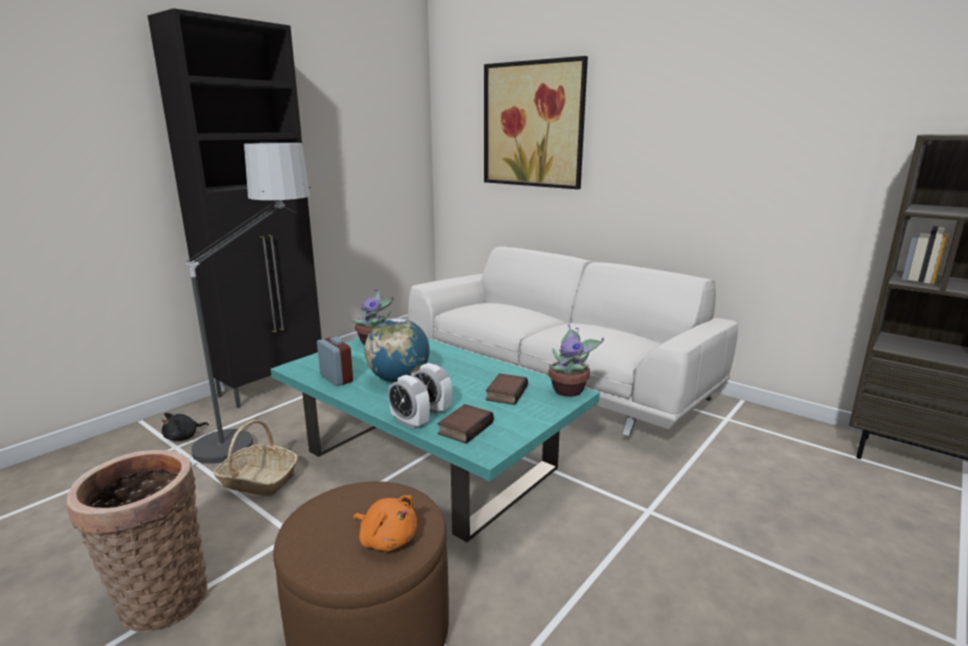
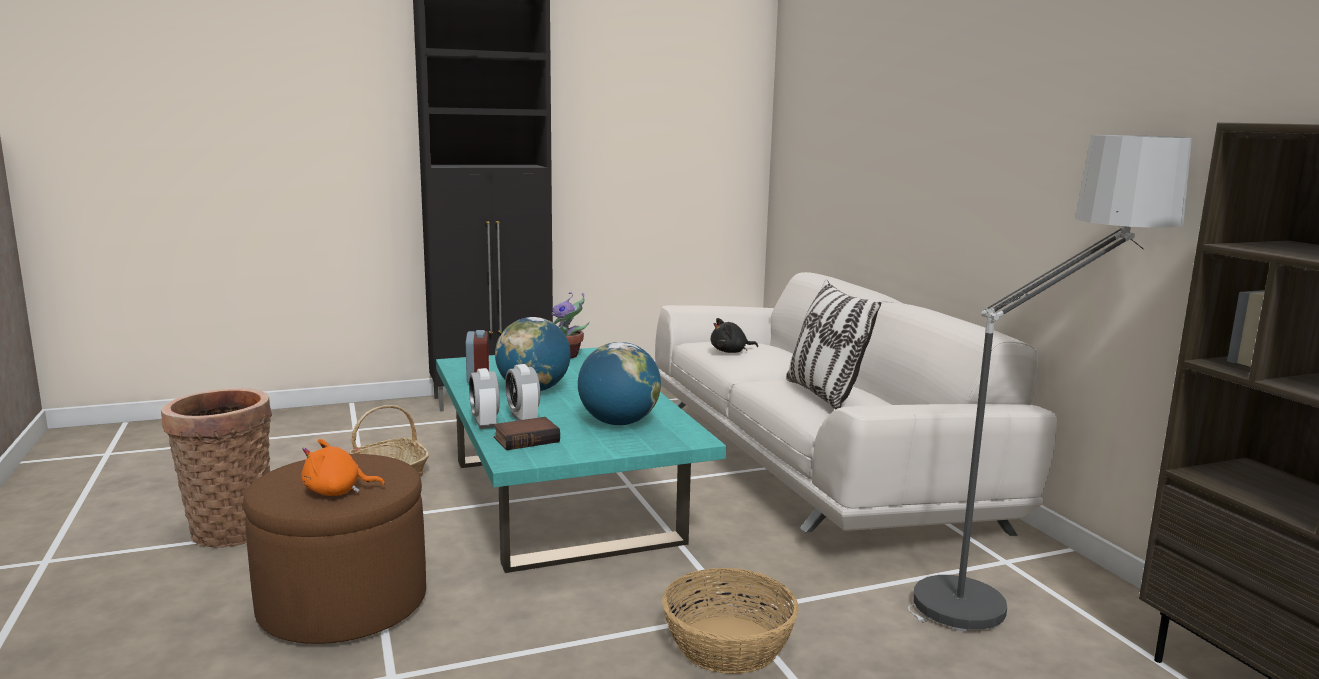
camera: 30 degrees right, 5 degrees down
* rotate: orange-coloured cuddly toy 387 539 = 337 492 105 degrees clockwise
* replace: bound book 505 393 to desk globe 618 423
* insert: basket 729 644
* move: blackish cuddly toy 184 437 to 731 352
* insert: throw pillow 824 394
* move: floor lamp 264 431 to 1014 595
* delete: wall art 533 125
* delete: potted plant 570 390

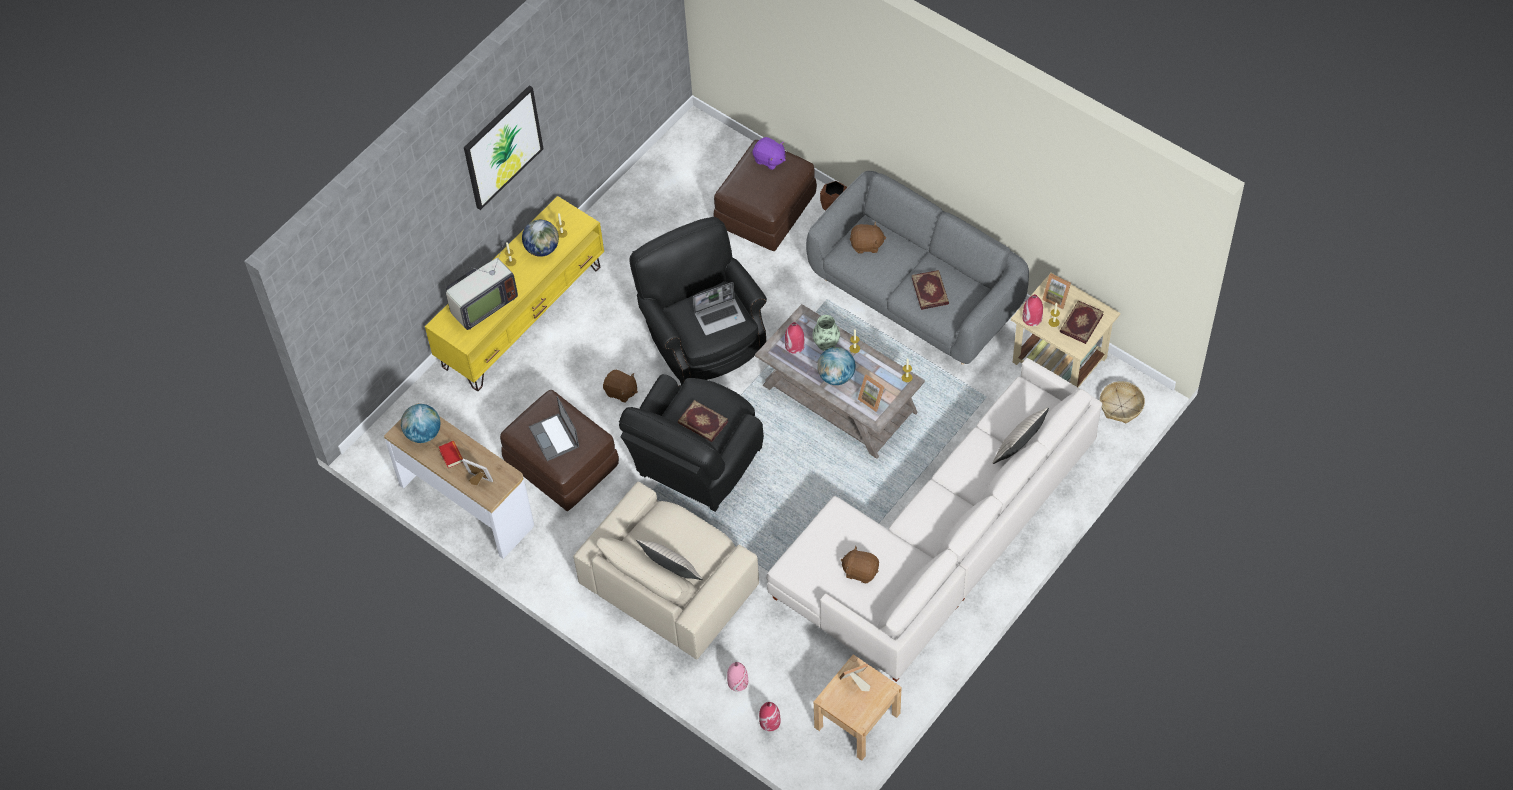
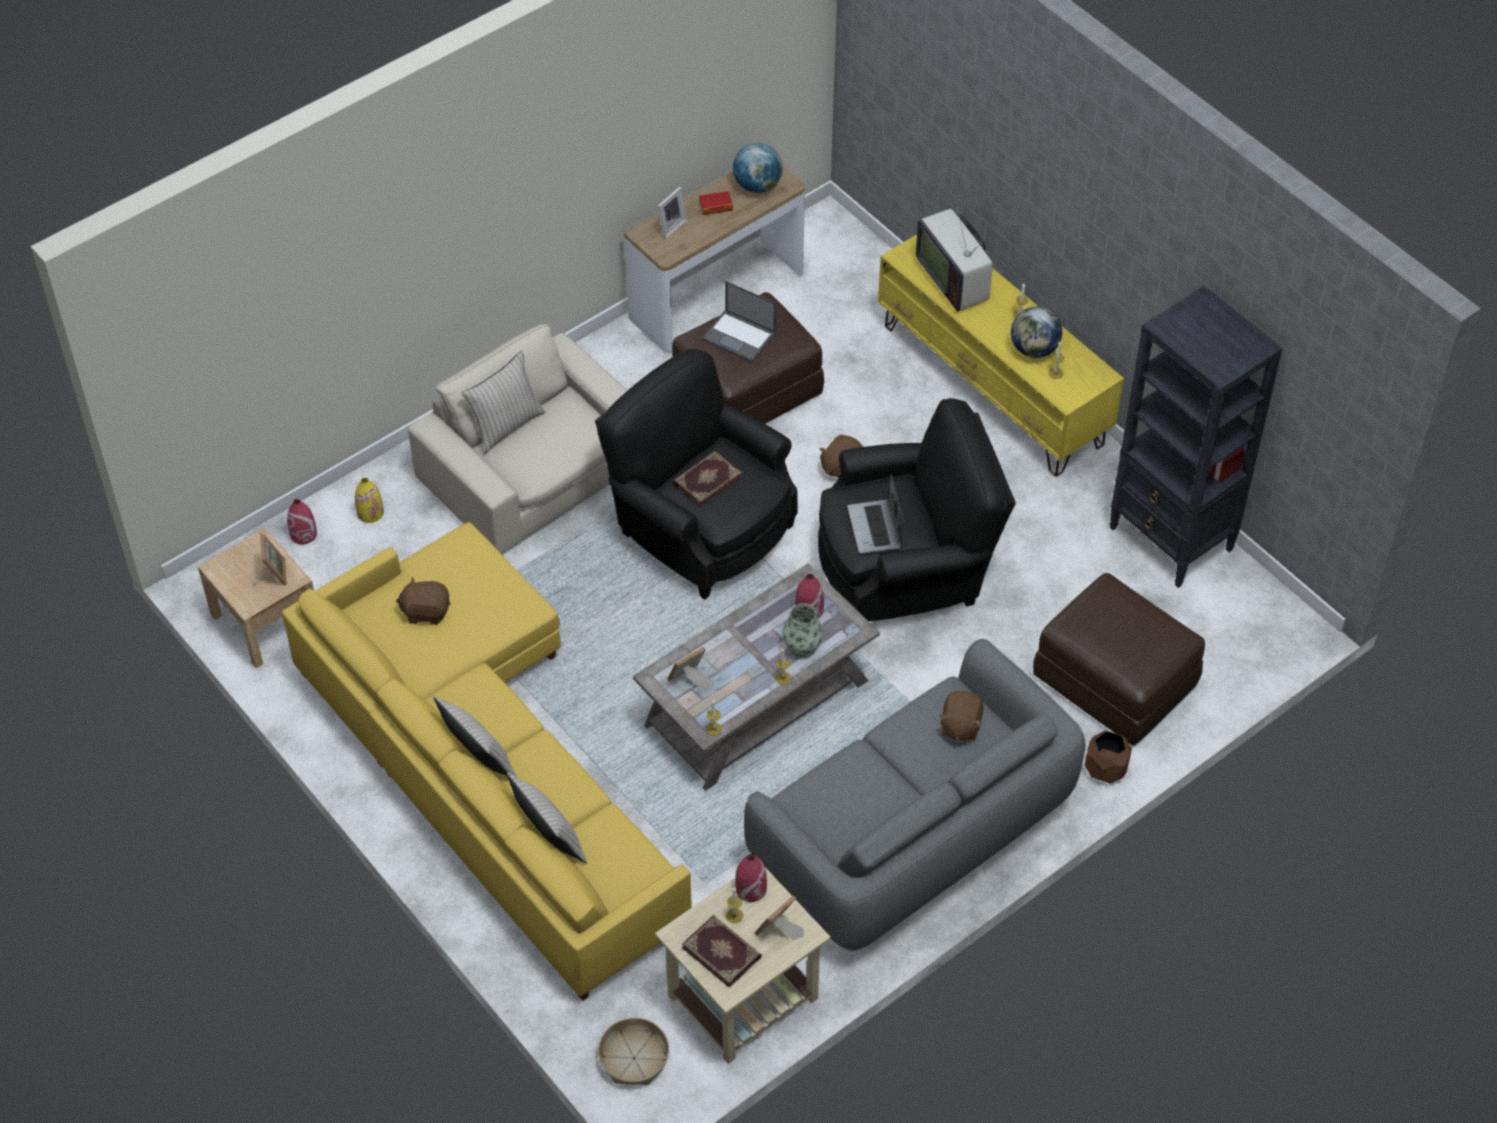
camera: 100 degrees right, 5 degrees down
* recolor: white-coloured sofa 938 543 to yellow-coloured sofa 486 766
* recolor: pink decorative vase 737 682 to yellow-coloured decorative vase 370 512
* rotate: brown-coloured cuddly toy 860 571 = 426 611 120 degrees counterclockwise
* insert: beige-coloured throw pillow 479 760
* rotate: laptop 554 437 = 740 336 135 degrees counterclockwise
* insert: blackish bookcase 1171 540
* delete: wall art 502 147
* delete: purple-coloured cuddly toy 769 160
* delete: desk globe 836 376
* delete: bound book 930 291

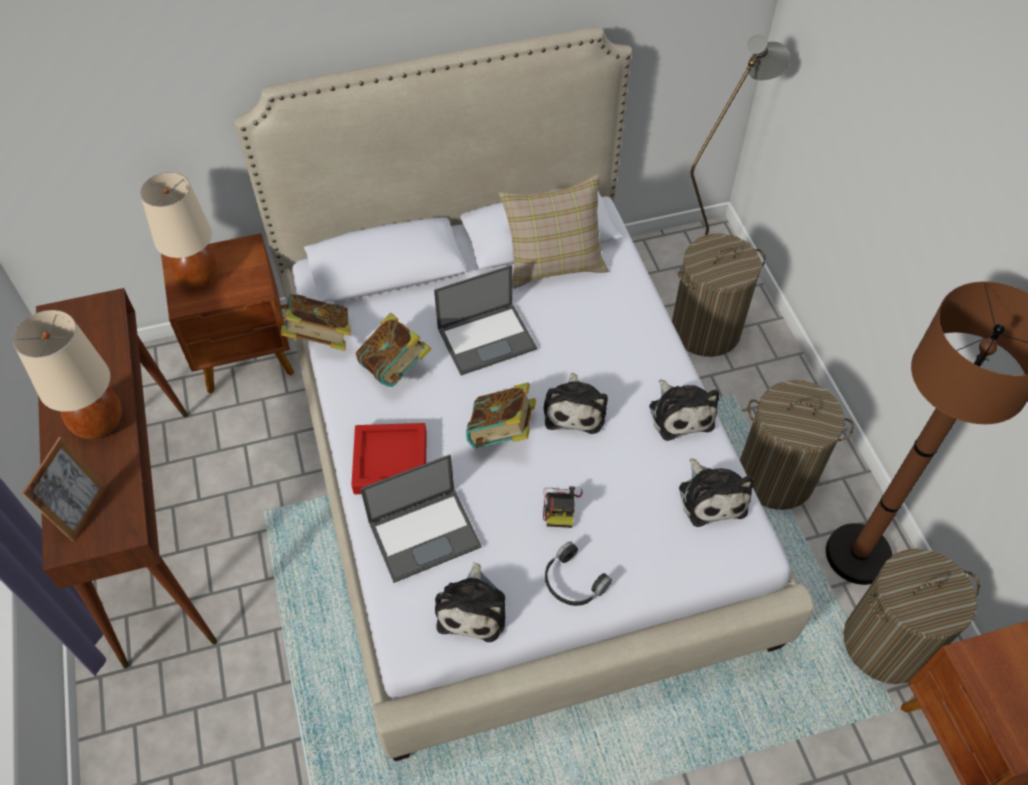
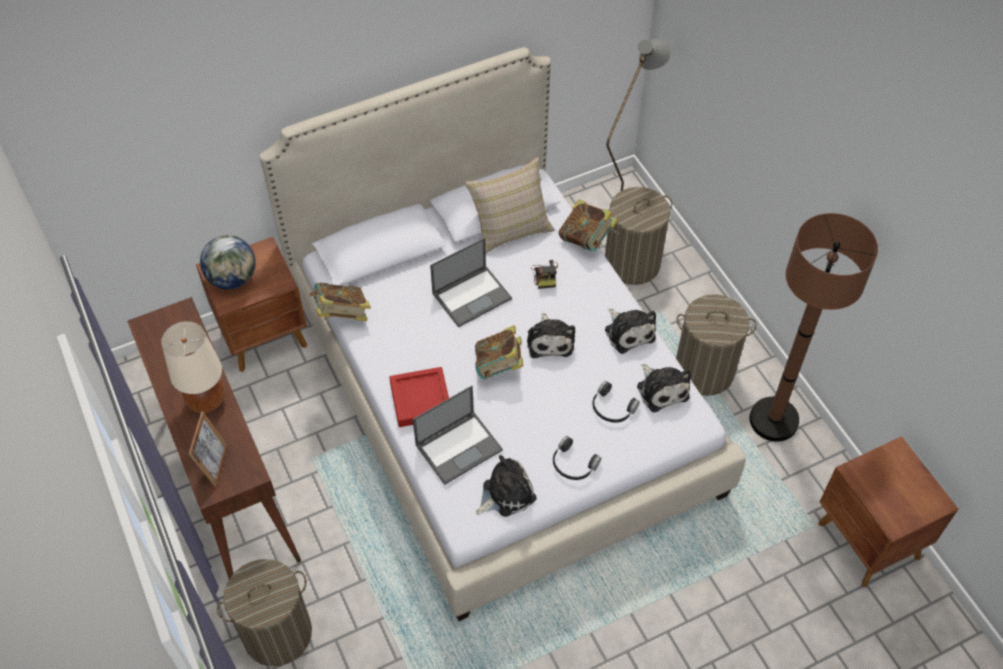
camera: 10 degrees left, 0 degrees up
* replace: beige-coloured tabletop lamp 199 277 to desk globe 233 279
* move: washing basket 886 643 to 277 633
* rotate: cuddly toy 473 608 = 505 493 120 degrees counterclockwise
* move: still camera 561 506 to 545 275
* move: bound book 395 368 to 586 239
* insert: blackish headphones 612 408

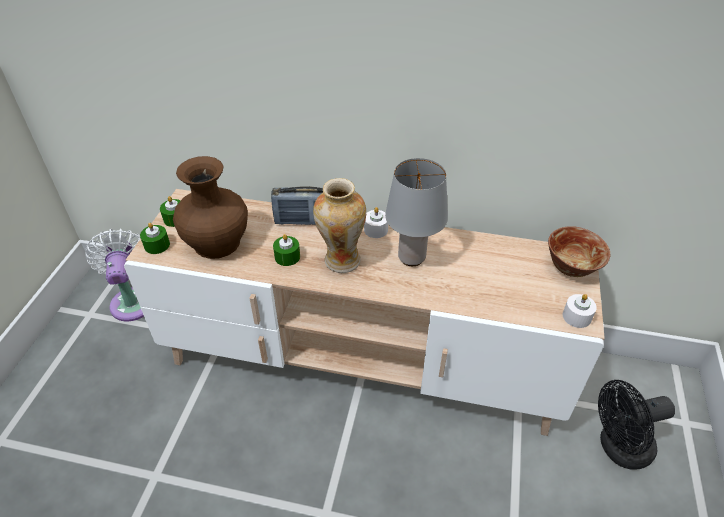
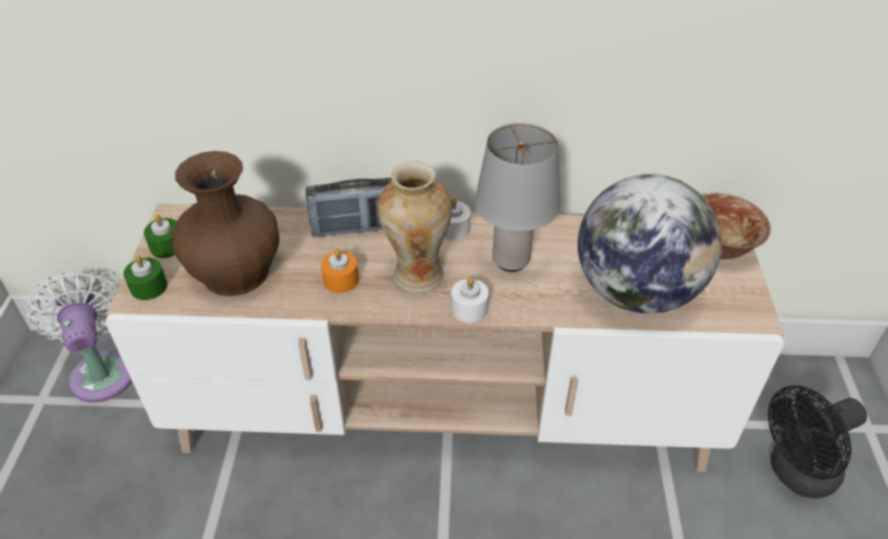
camera: 10 degrees left, 0 degrees up
* recolor: green-coloured wax candle 287 257 to orange-coloured wax candle 341 280
* move: white-coloured wax candle 576 316 to 469 308
* insert: desk globe 636 291

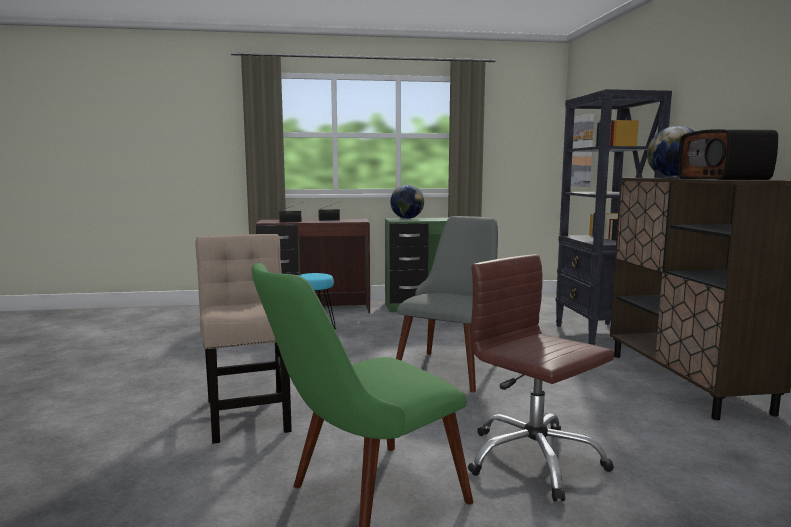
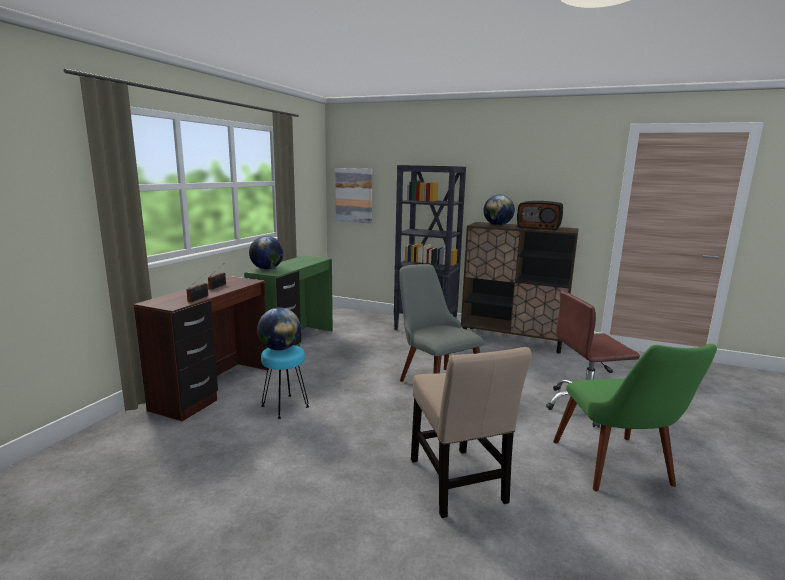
camera: 60 degrees left, 5 degrees up
* insert: desk globe 280 348
* rotate: beige-coloured chair 248 412 = 458 484 120 degrees counterclockwise

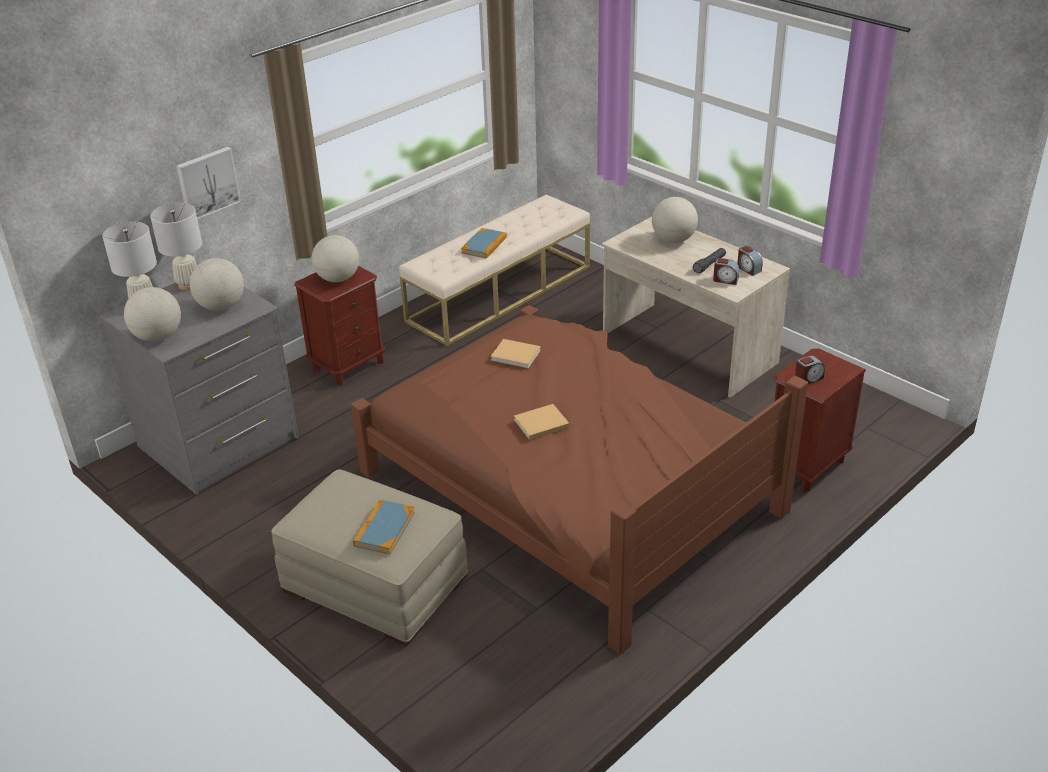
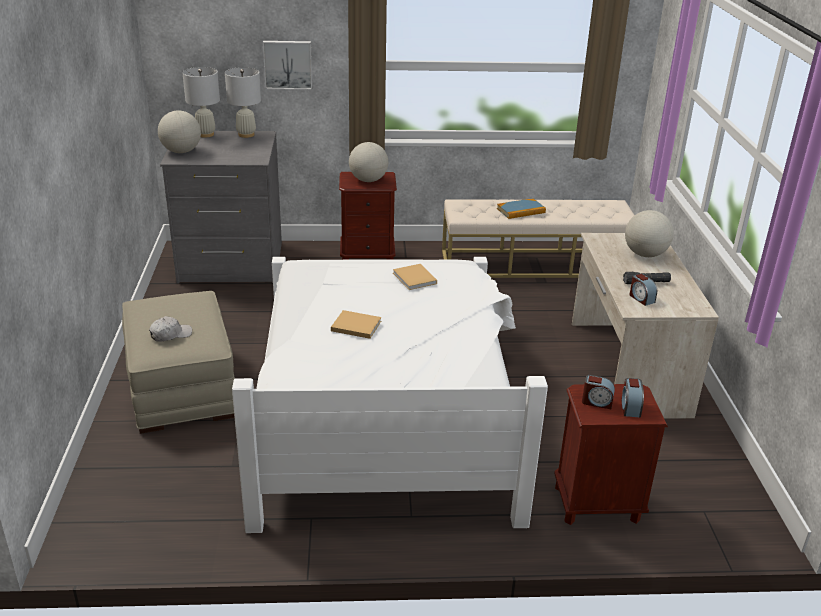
camera: 40 degrees right, 5 degrees down
* replace: bound book 384 529 to white-coloured cap 170 334
* recolor: brown-coloured bed 568 489 to white-coloured bed 385 407
* move: table clock 748 269 to 630 407
* delete: desk globe 221 306

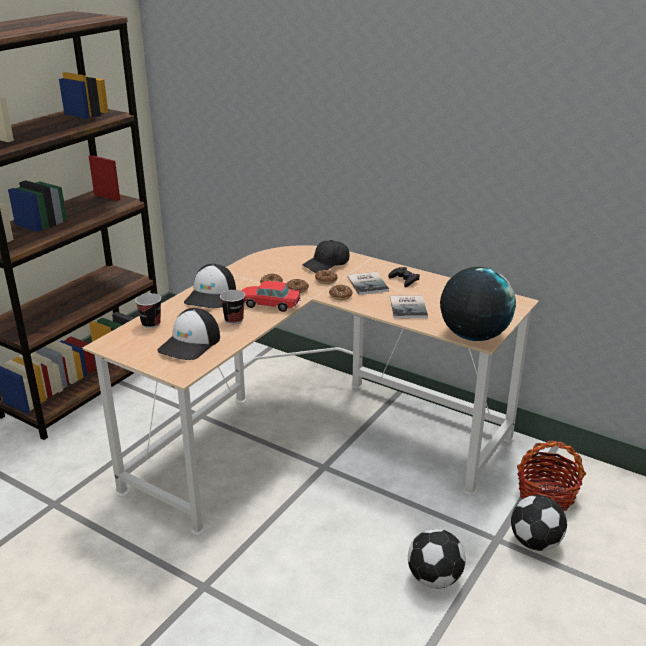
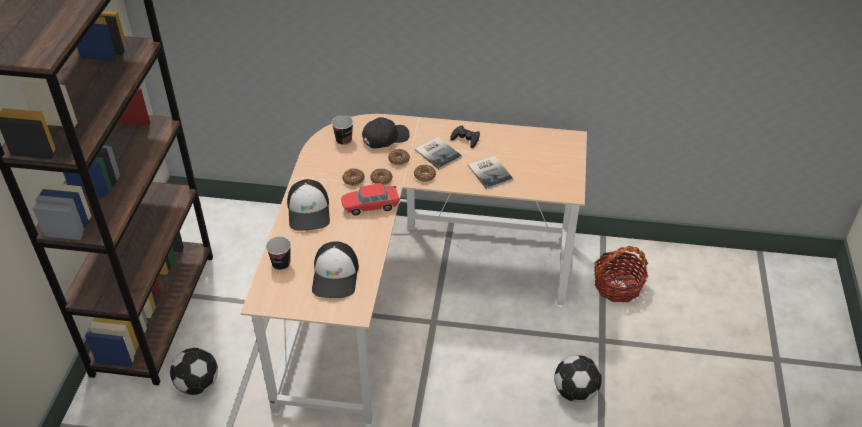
camera: 25 degrees left, 15 degrees up
* move: ball for football 534 541 to 197 384
* move: drinking cup 234 320 to 344 140
* rotate: blackish cap 326 264 = 385 138 150 degrees counterclockwise
* delete: desk globe 473 336

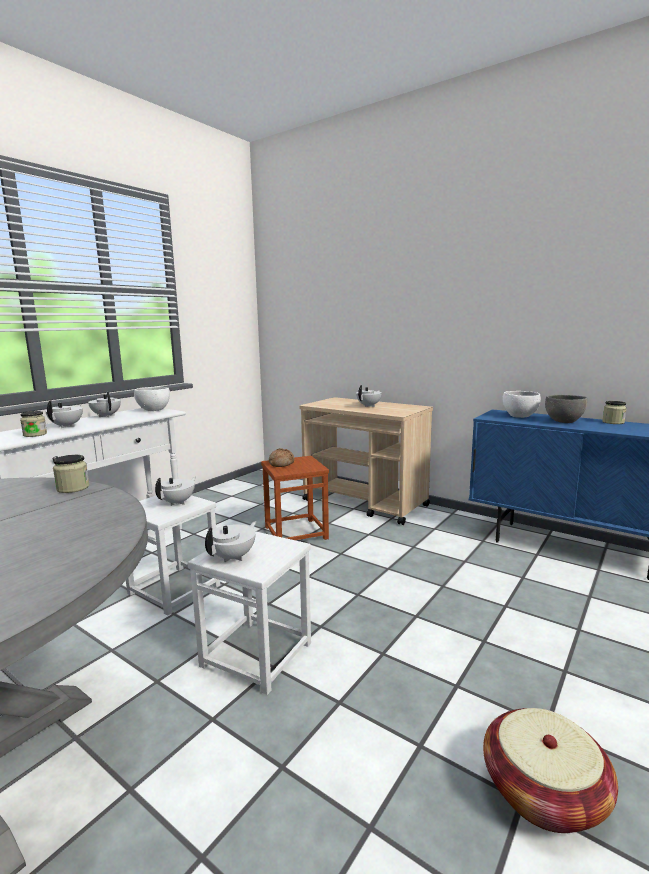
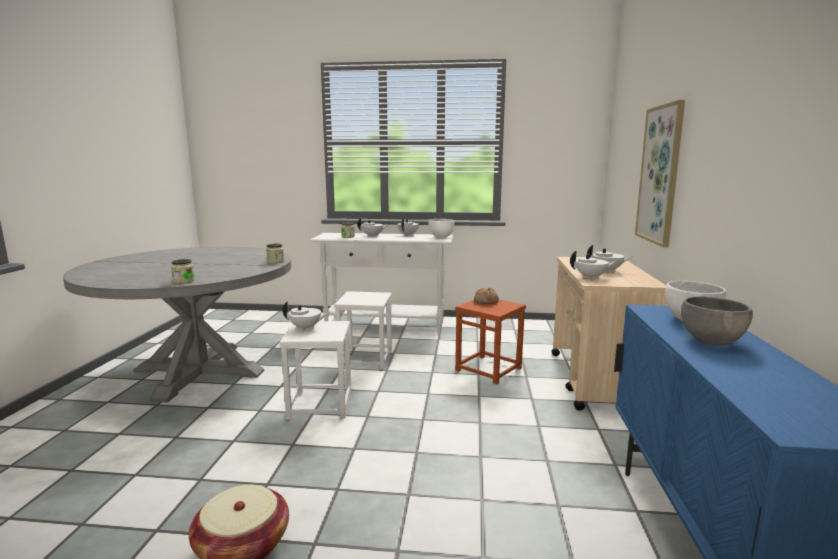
camera: 60 degrees right, 0 degrees up
* move: preserve jar 613 422 to 183 281
* move: white-coloured tea pot 178 502 to 591 277
* insert: wall art 660 175

